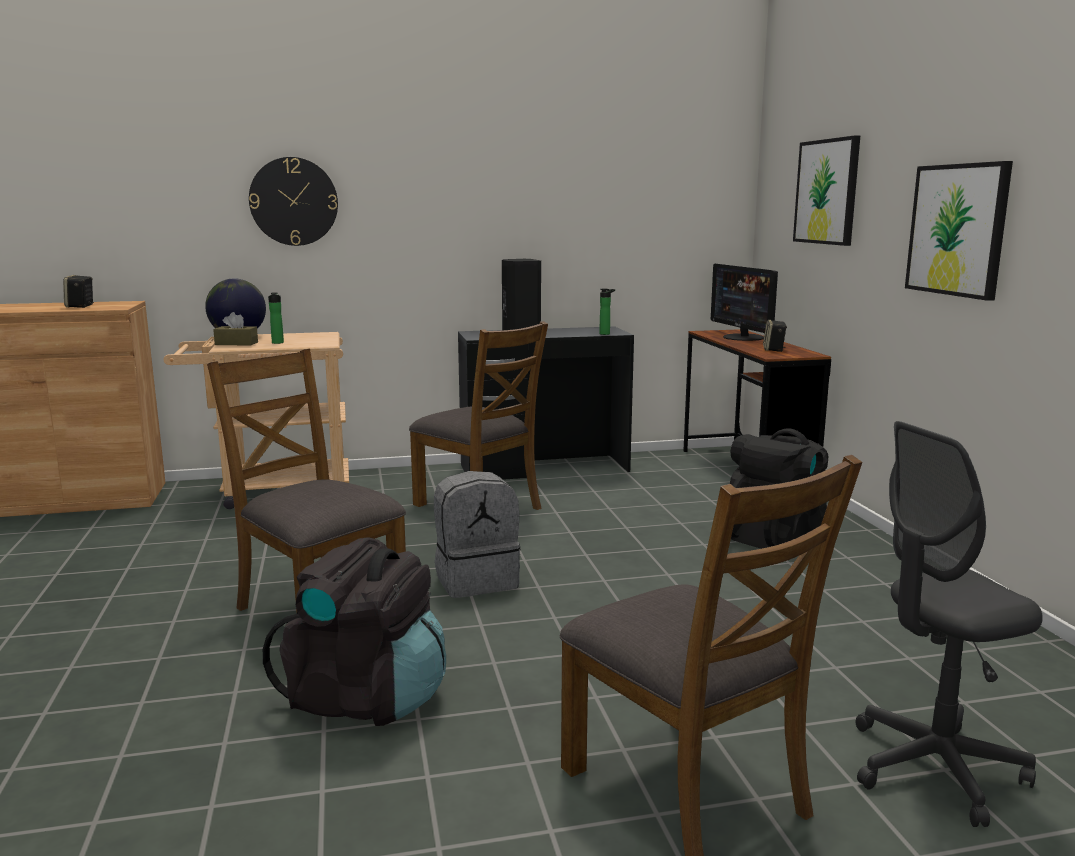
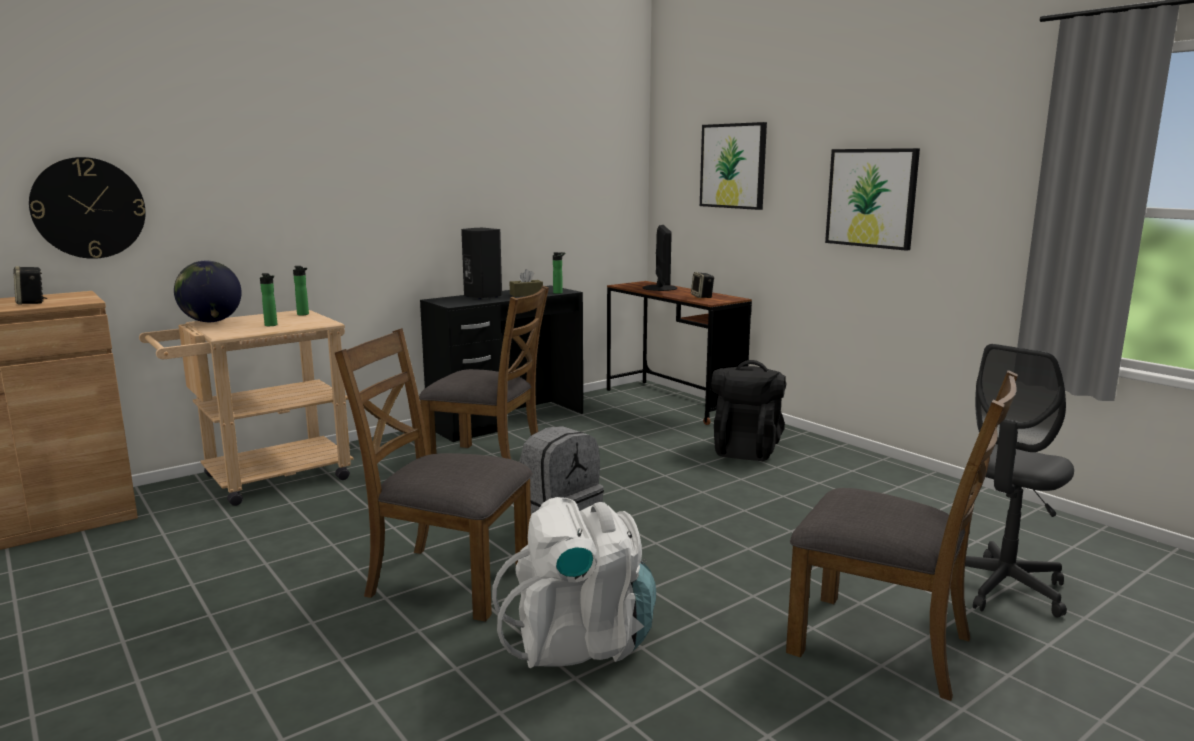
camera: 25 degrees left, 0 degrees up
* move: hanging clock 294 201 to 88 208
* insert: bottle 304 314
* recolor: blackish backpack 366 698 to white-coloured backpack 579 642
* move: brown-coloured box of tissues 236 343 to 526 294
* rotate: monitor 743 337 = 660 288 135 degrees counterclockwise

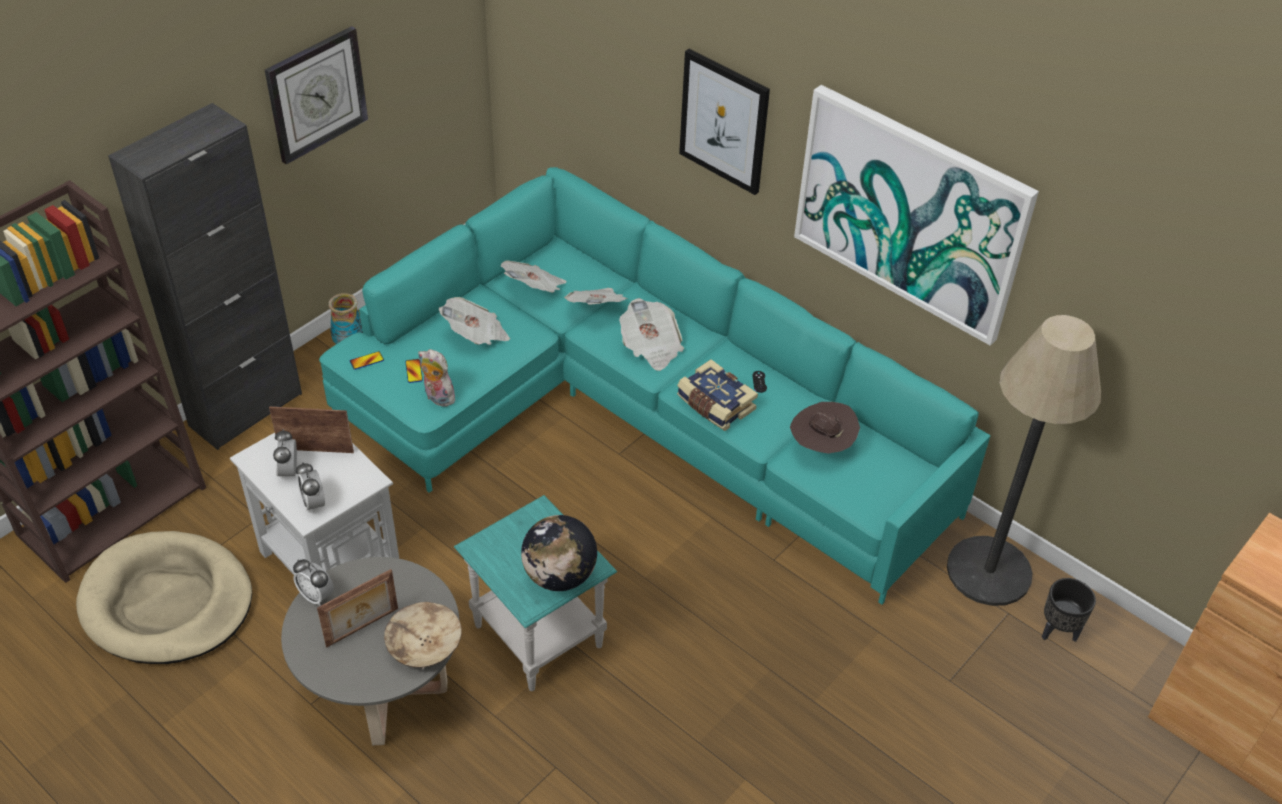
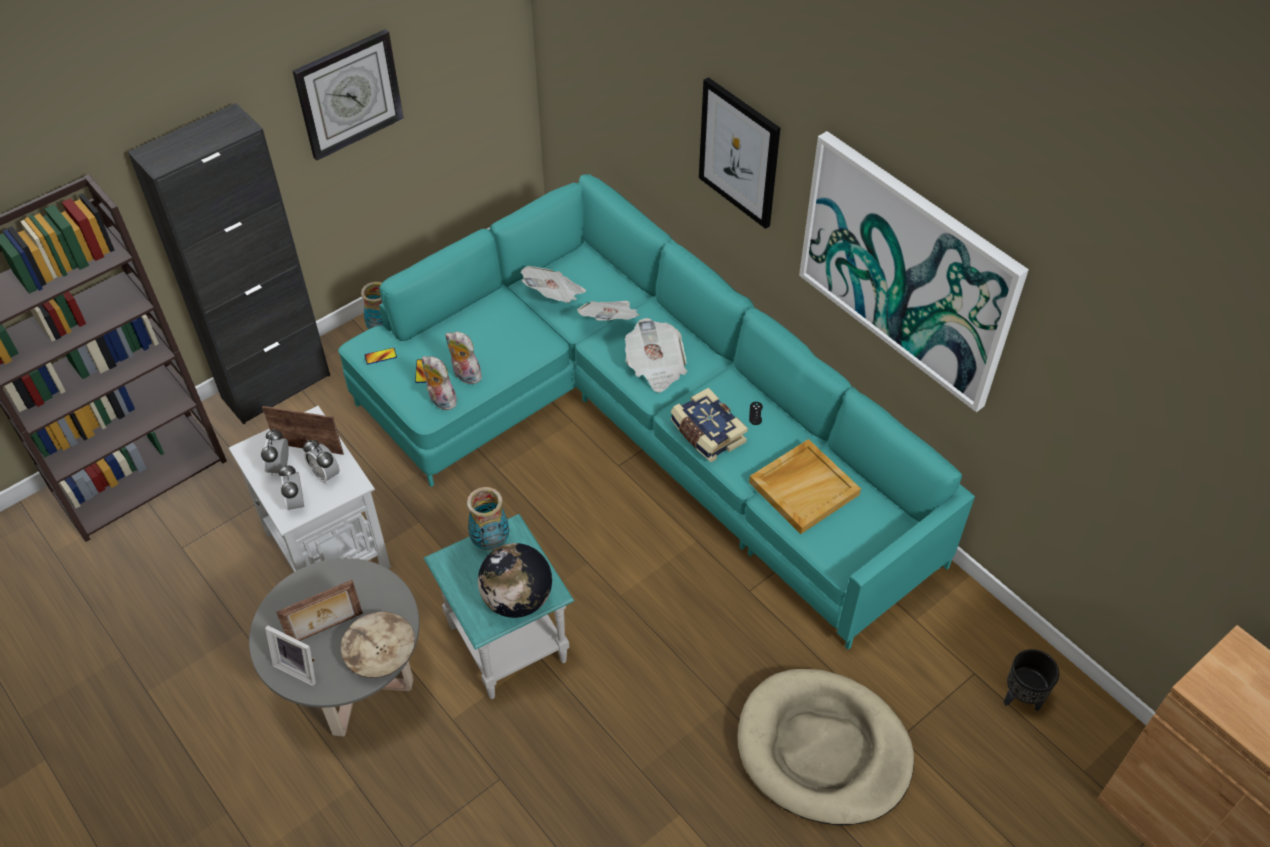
camera: 10 degrees right, 5 degrees up
* insert: standing frame 300 667
* move: table clock 316 596 to 325 475
* insert: cuddly toy 465 375
* insert: decorative vase 491 542
* move: beige-coloured dog bed 167 602 to 823 750
* replace: brown-coloured clothing hat 821 446 to beige-coloured serving tray 804 487
* delete: daily paper 476 335
* delete: floor lamp 989 571

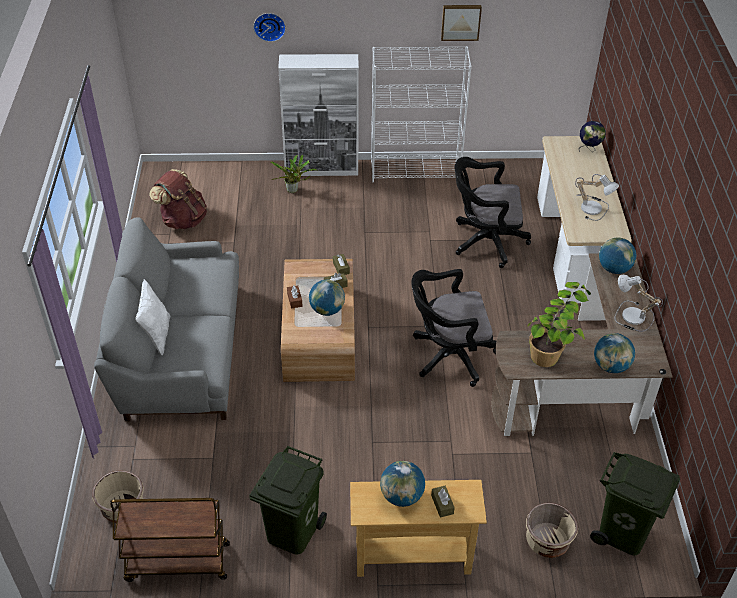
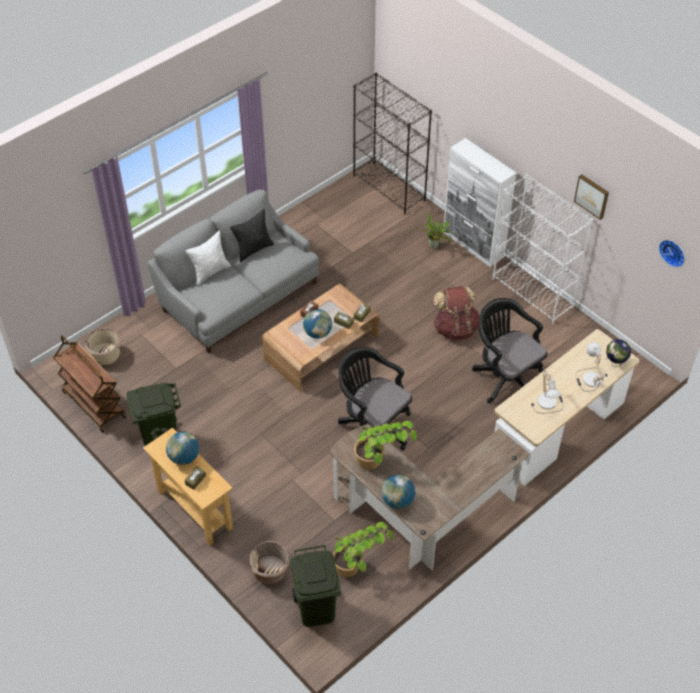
camera: 50 degrees right, 5 degrees up
* insert: blackish throw pillow 253 249
* insert: potted plant 359 565
* insert: blackish bookcase 389 188
* move: brown-coloured backpack 183 219 to 455 328
* move: tabletop lamp 631 317 to 589 378
* move: hanging clock 269 26 to 673 252
* delete: desk globe 614 268

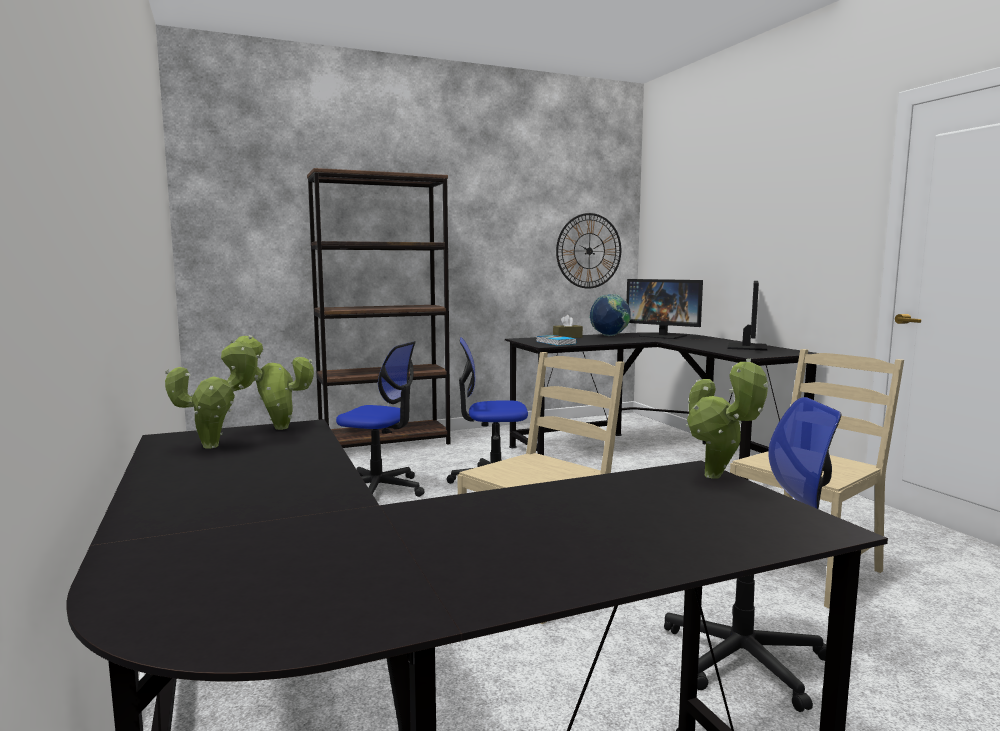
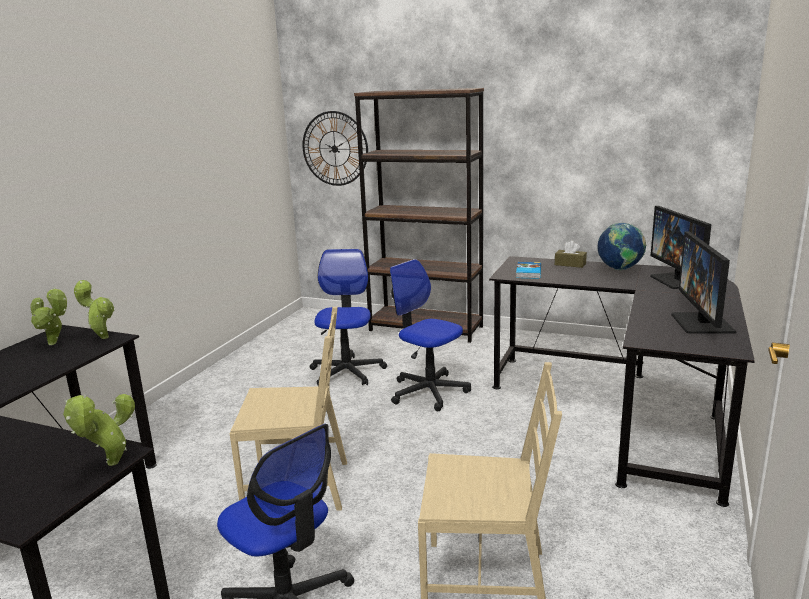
camera: 45 degrees right, 10 degrees up
* move: hanging clock 589 251 to 334 148
* rotate: computer chair 379 490 = 347 372 150 degrees counterclockwise
* rotate: monitor 747 347 = 702 323 120 degrees clockwise

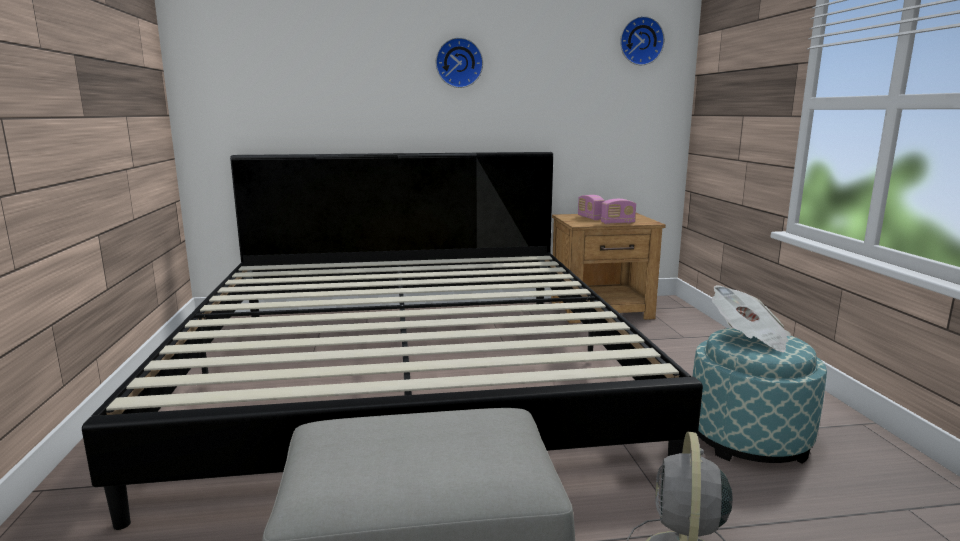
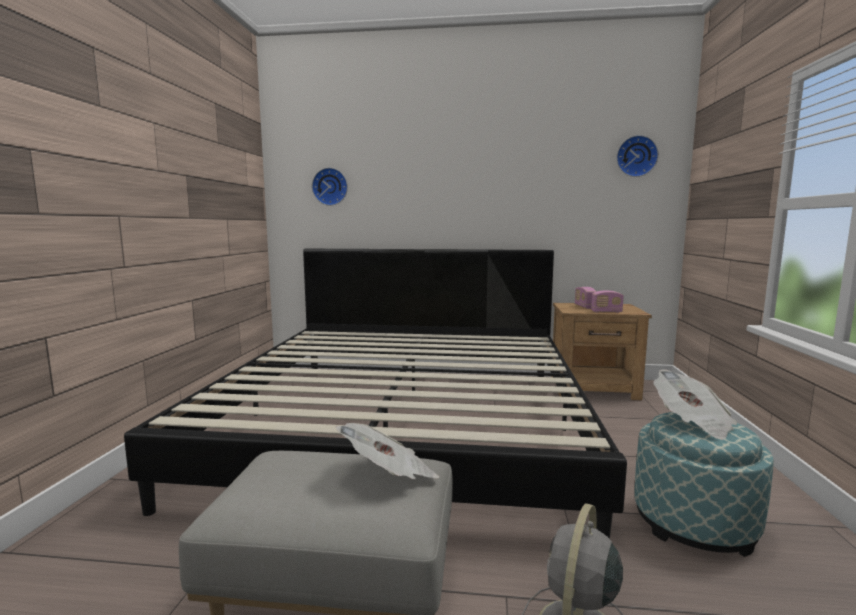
camera: 15 degrees right, 5 degrees down
* move: hanging clock 459 63 to 330 187
* insert: daily paper 389 475

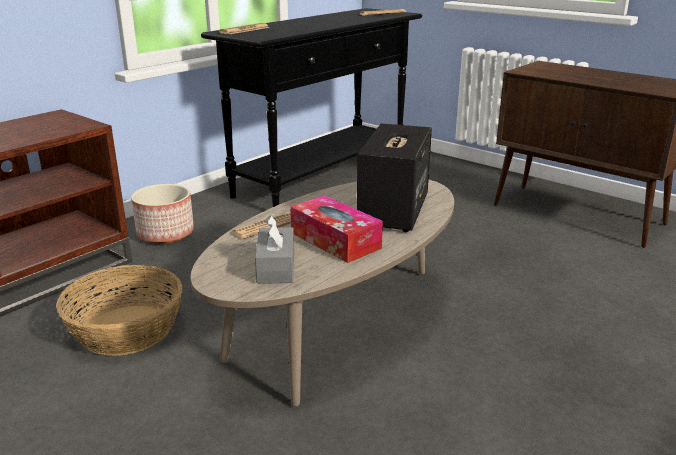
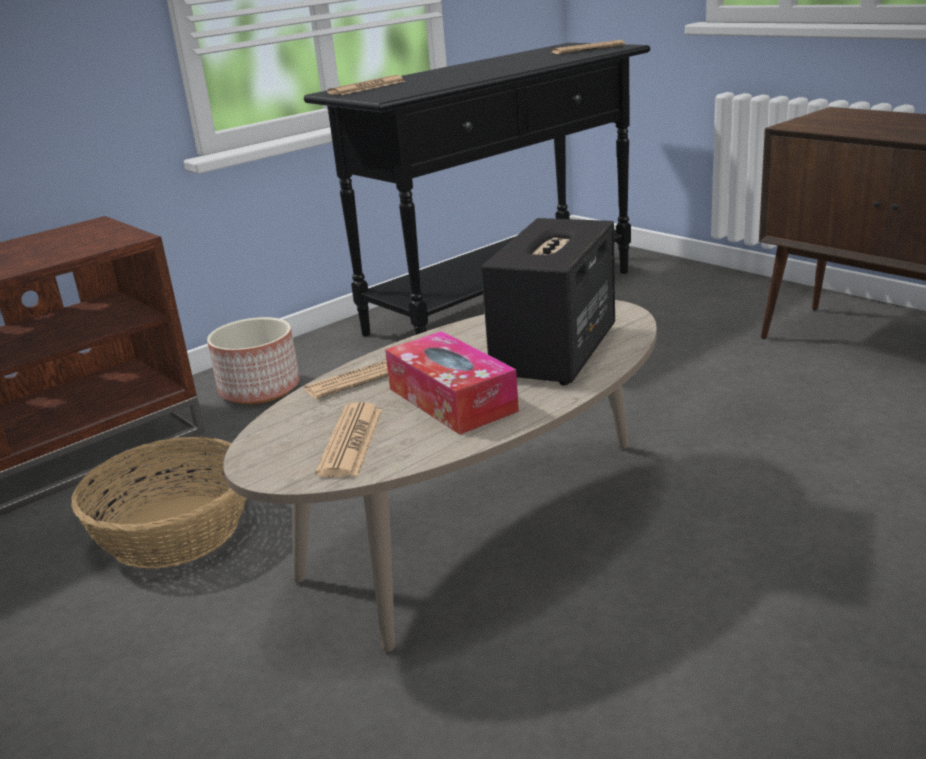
camera: 10 degrees right, 0 degrees up
* replace: gray box of tissues 276 267 to daily paper 351 441

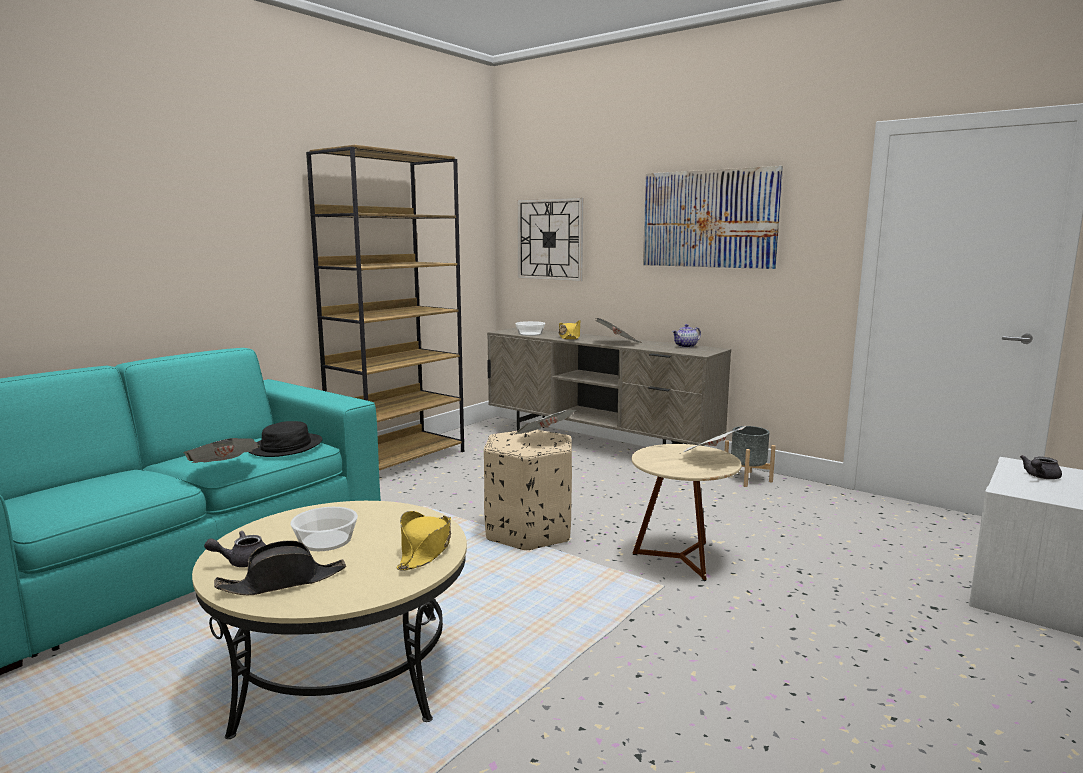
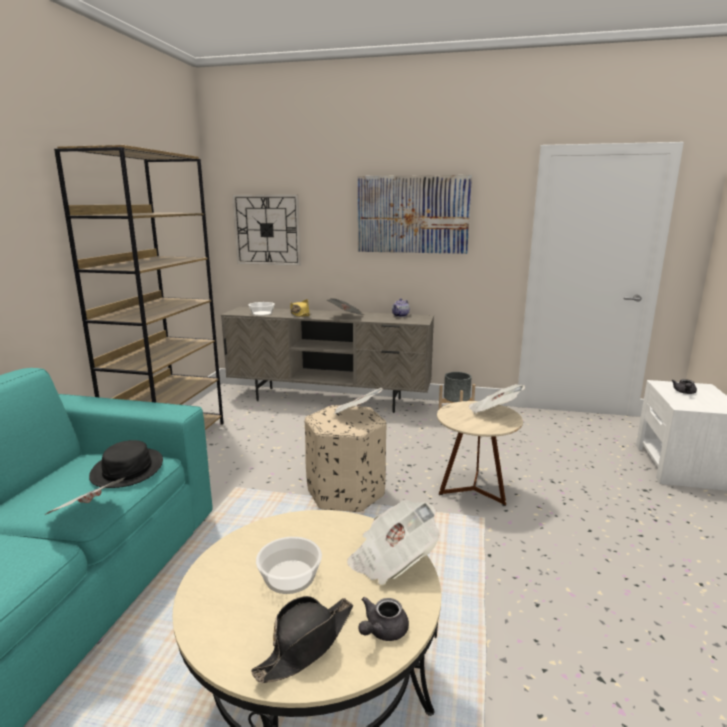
camera: 25 degrees left, 5 degrees up
* replace: yellow-coloured clothing hat 425 550 to daily paper 392 560
* move: gray tea pot 242 562 to 382 631

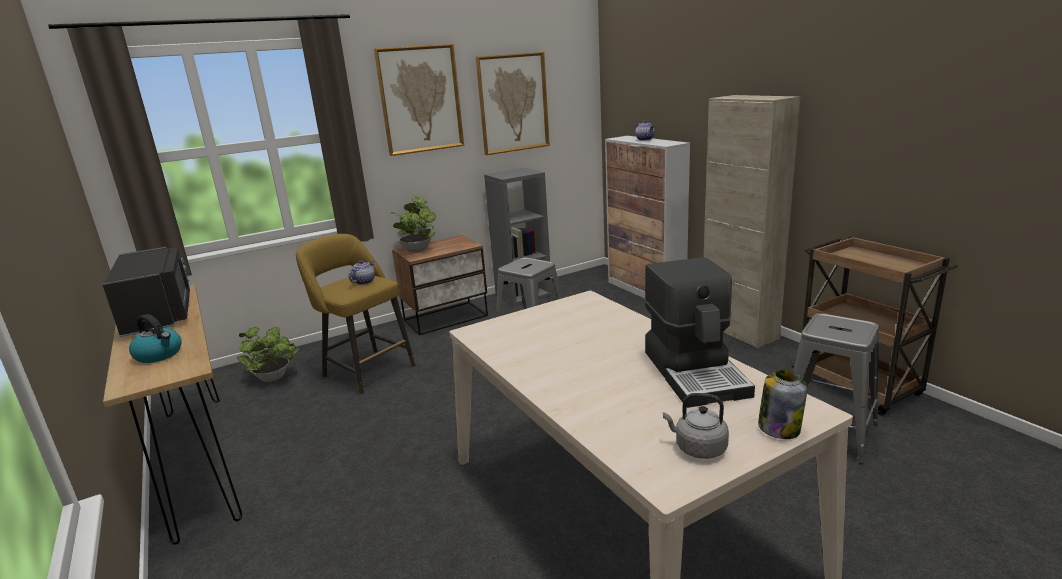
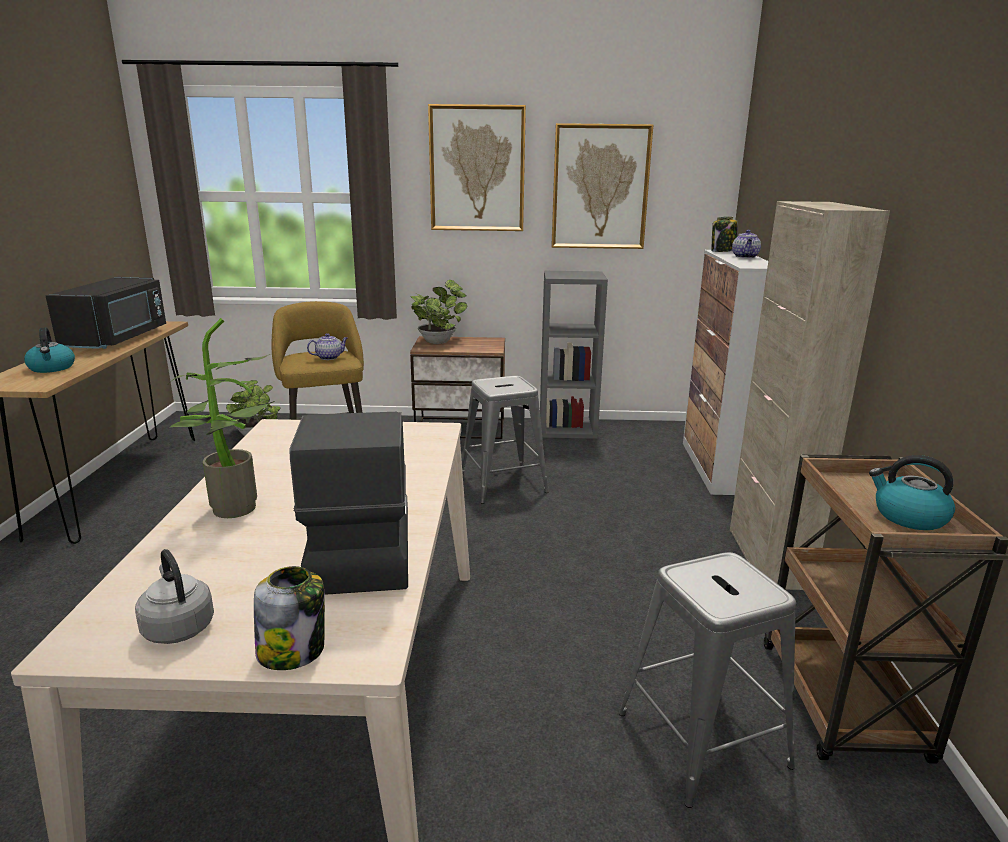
camera: 30 degrees right, 0 degrees up
* insert: potted plant 232 512
* rotate: coffee maker 696 372 = 359 549 150 degrees clockwise
* insert: preserve jar 723 251
* insert: tea kettle 908 516

